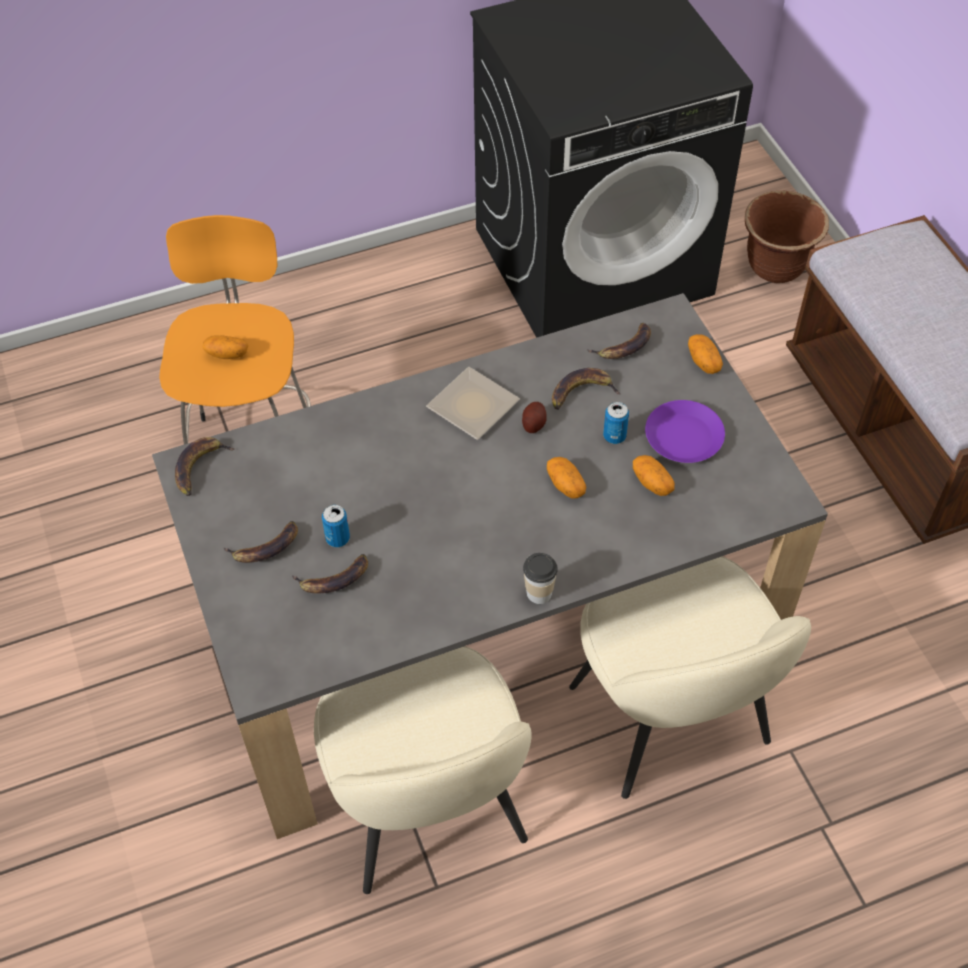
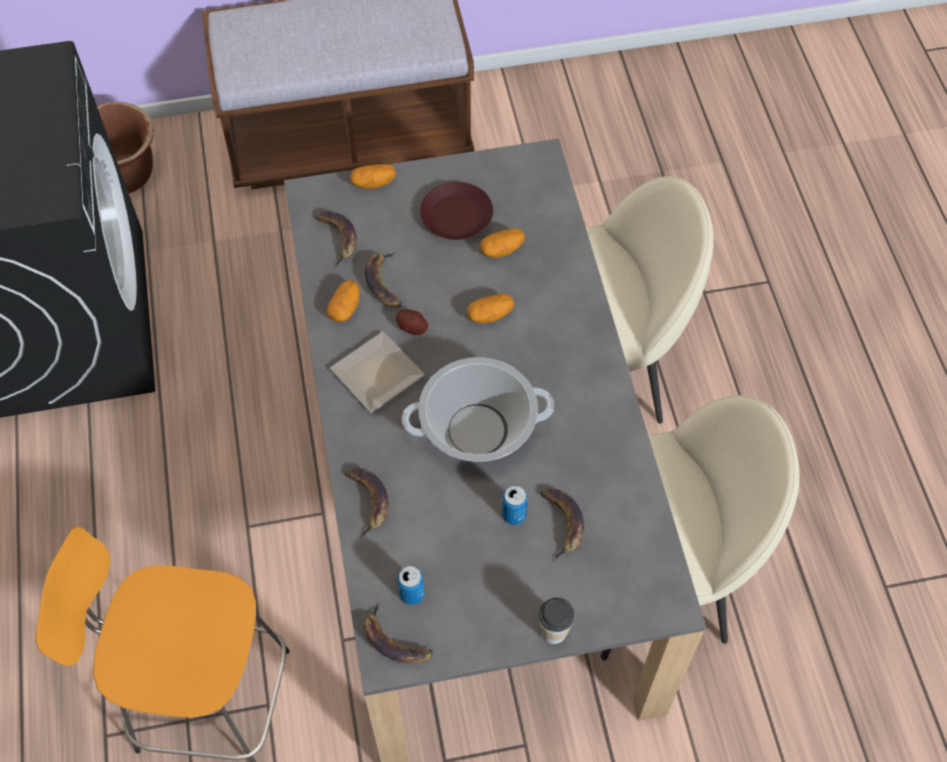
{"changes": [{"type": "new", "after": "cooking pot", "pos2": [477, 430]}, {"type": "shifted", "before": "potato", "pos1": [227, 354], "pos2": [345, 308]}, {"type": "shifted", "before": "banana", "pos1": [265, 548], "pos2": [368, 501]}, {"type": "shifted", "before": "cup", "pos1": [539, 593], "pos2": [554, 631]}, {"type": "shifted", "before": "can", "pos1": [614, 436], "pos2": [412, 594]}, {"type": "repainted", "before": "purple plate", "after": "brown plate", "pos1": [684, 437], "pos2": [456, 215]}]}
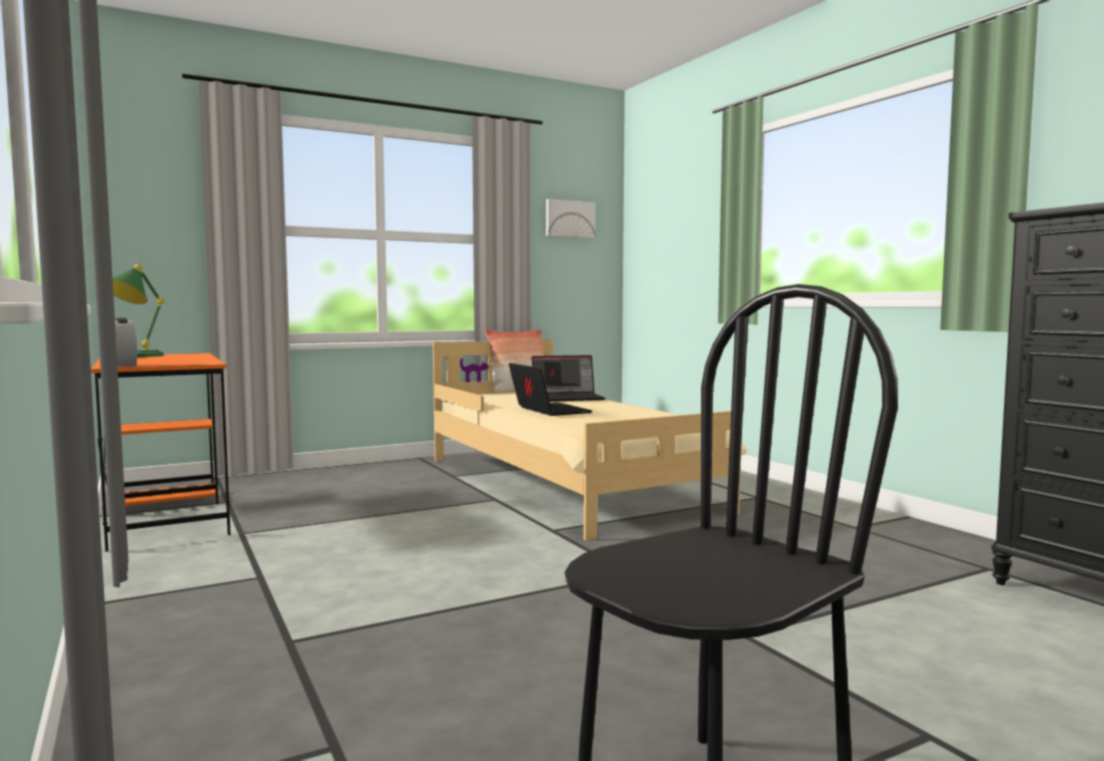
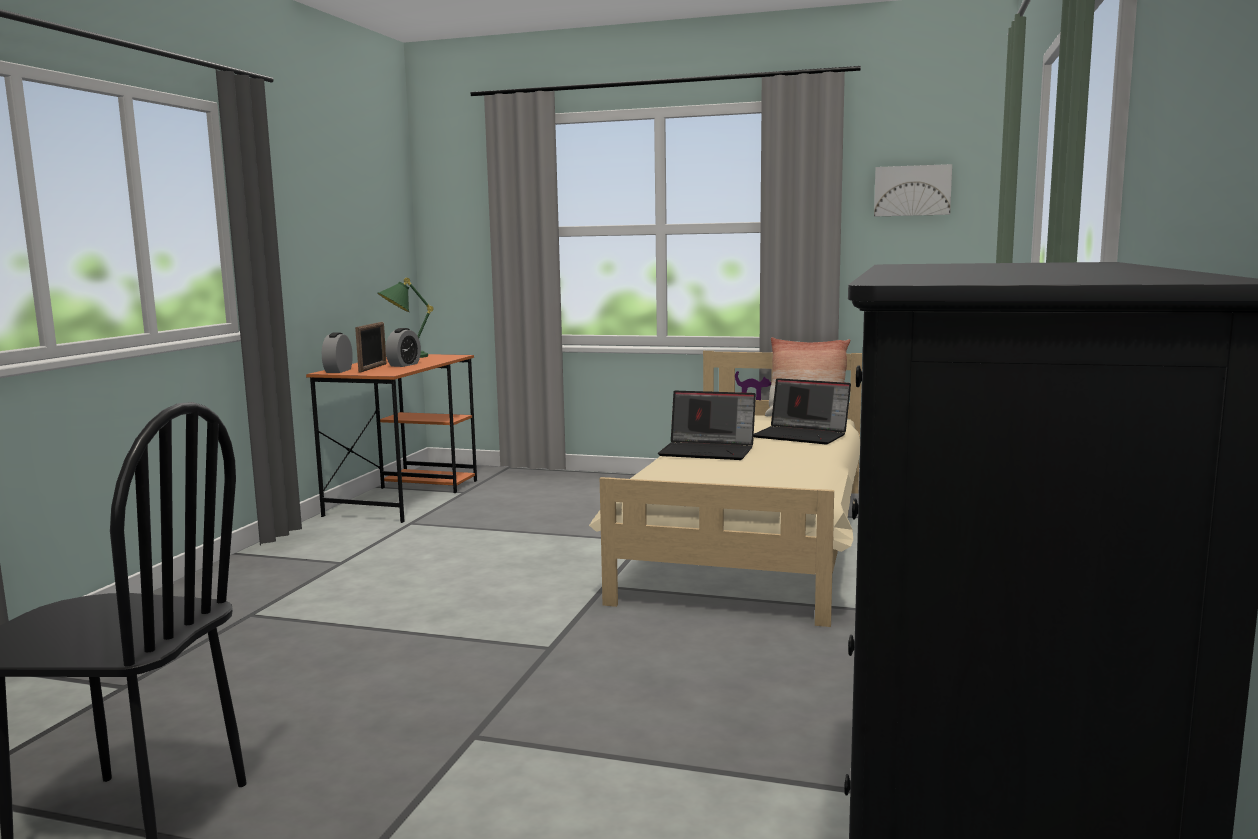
{"changes": [{"type": "new", "after": "picture frame", "pos2": [373, 368]}, {"type": "new", "after": "alarm clock", "pos2": [404, 365]}, {"type": "rotated", "before": "laptop", "pos1": [548, 411], "pos2": [708, 451], "turn": 90}]}
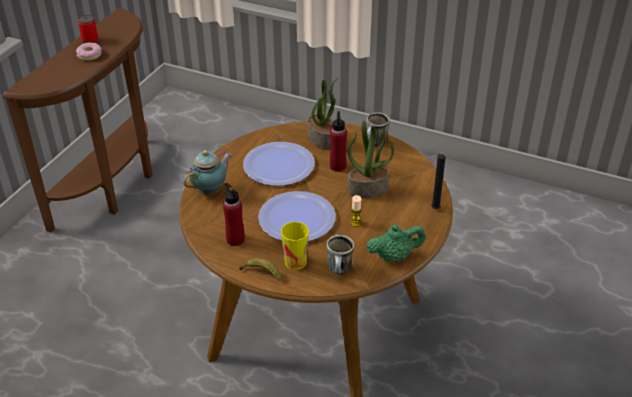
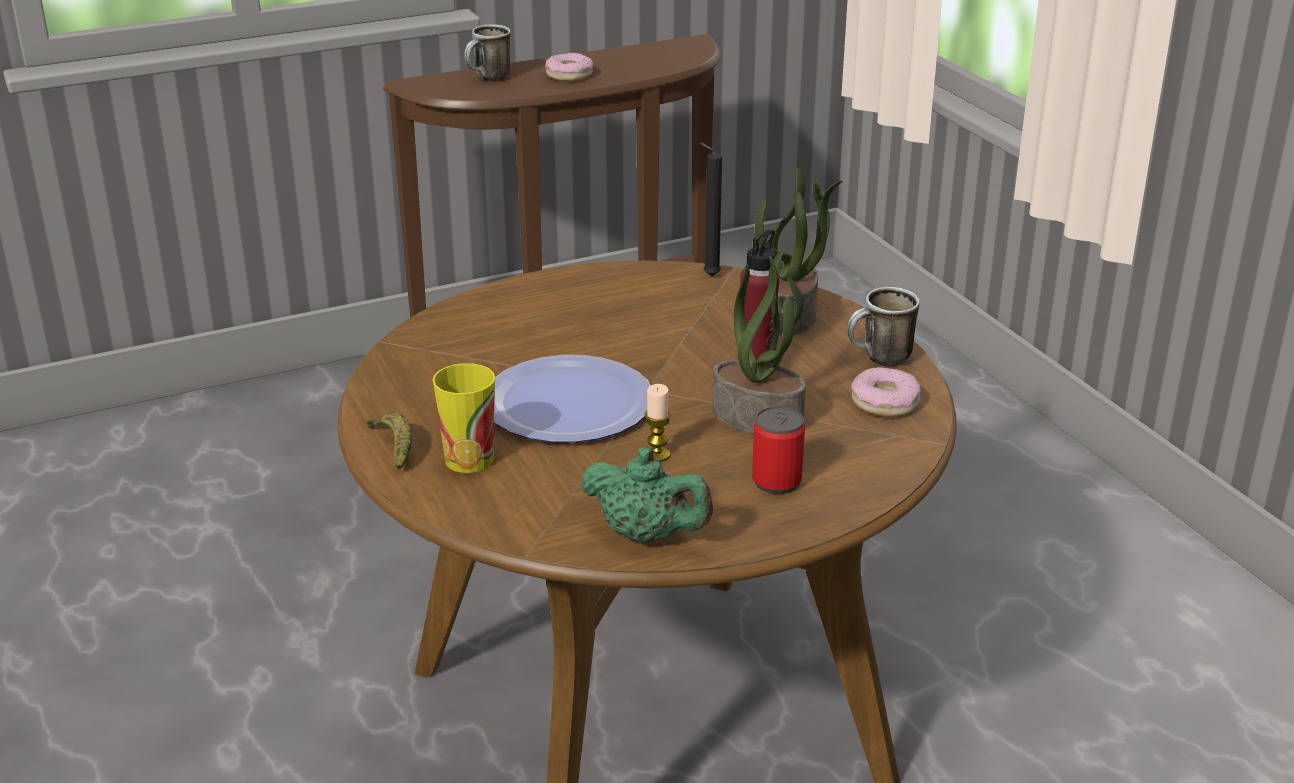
{"changes": [{"type": "gone", "before": "teapot", "pos1": [211, 191]}, {"type": "gone", "before": "red bottle", "pos1": [235, 239]}, {"type": "gone", "before": "plate", "pos1": [279, 165]}, {"type": "new", "after": "donut", "pos2": [885, 402]}, {"type": "shifted", "before": "can", "pos1": [90, 40], "pos2": [776, 482]}, {"type": "shifted", "before": "mug", "pos1": [340, 271], "pos2": [489, 79]}, {"type": "shifted", "before": "black candle", "pos1": [434, 209], "pos2": [708, 276]}]}
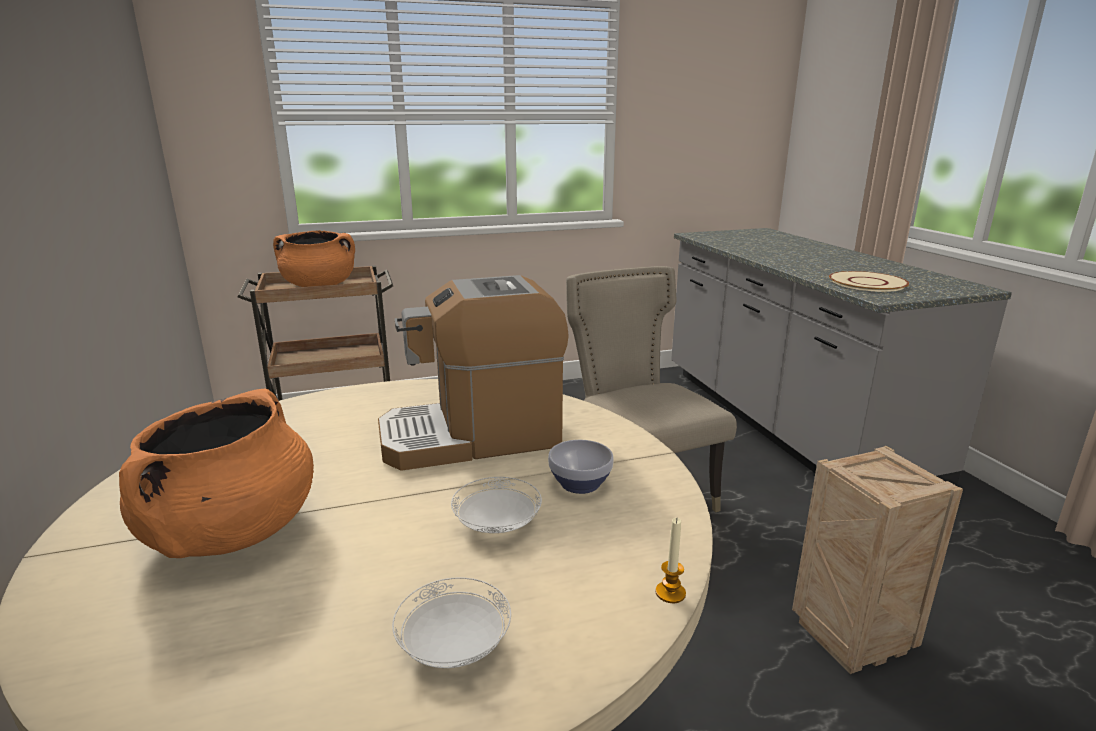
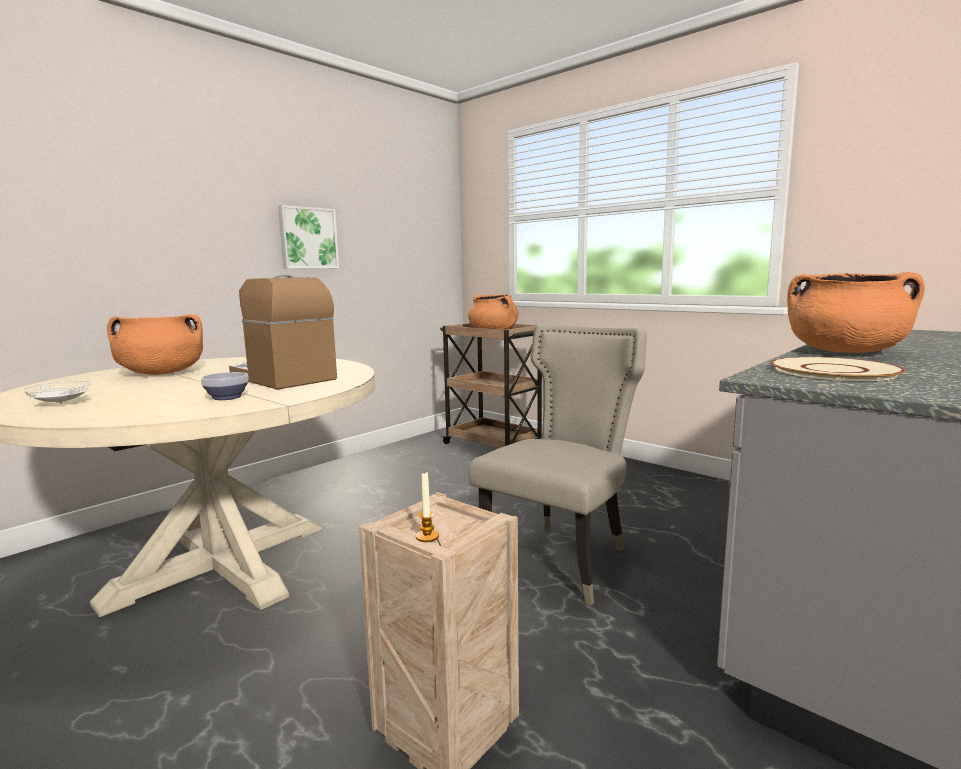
{"changes": [{"type": "gone", "before": "white plate", "pos1": [497, 526]}, {"type": "new", "after": "picture", "pos2": [307, 238]}, {"type": "new", "after": "orange cooking pot", "pos2": [845, 352]}, {"type": "shifted", "before": "candle", "pos1": [670, 593], "pos2": [427, 536]}]}
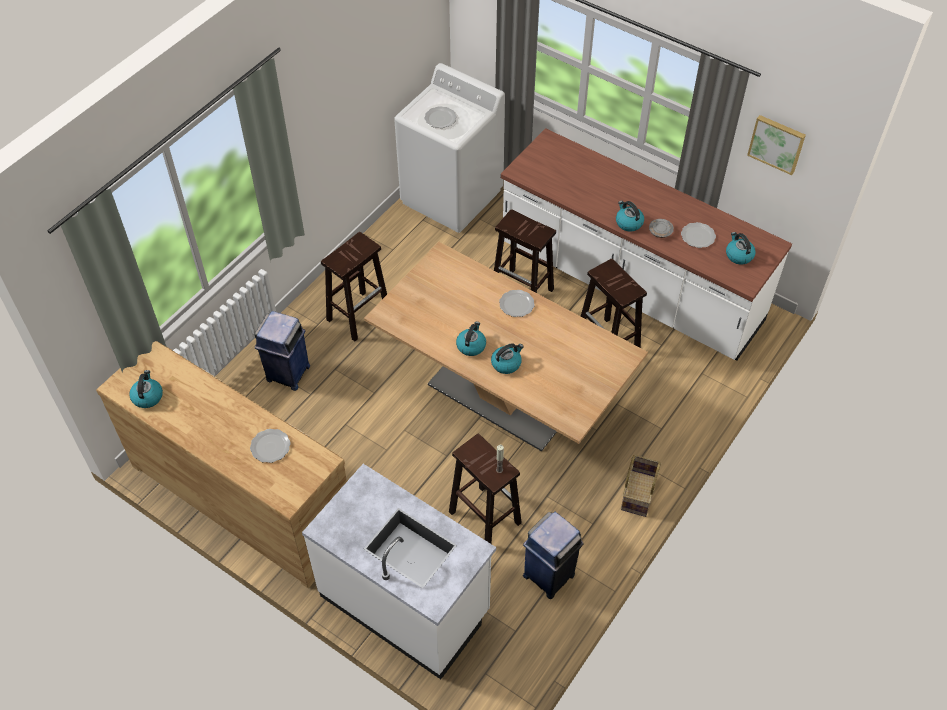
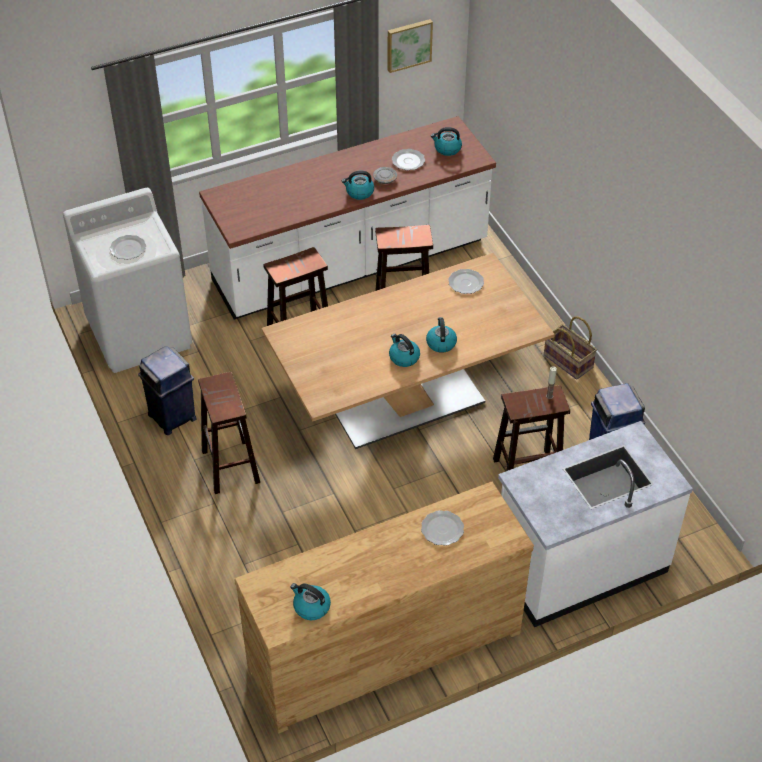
{"changes": [{"type": "shifted", "before": "blue trash can", "pos1": [287, 374], "pos2": [172, 417]}, {"type": "shifted", "before": "plate", "pos1": [516, 305], "pos2": [466, 283]}]}
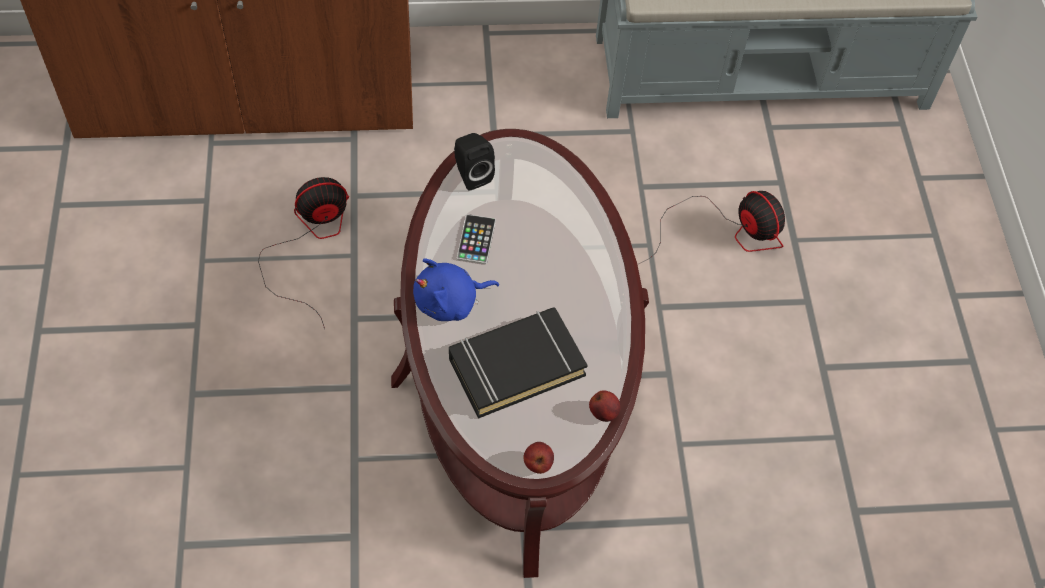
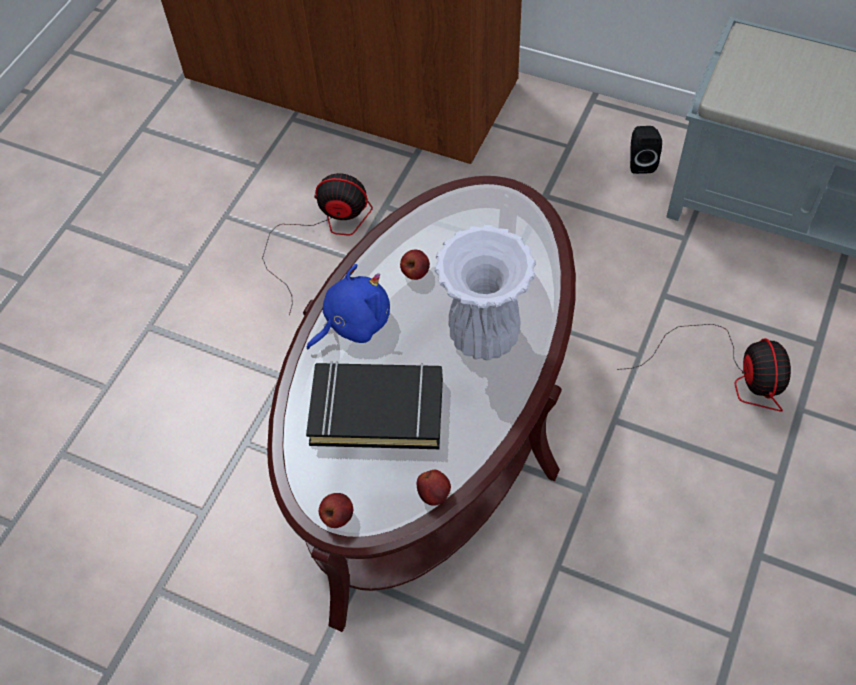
{"changes": [{"type": "new", "after": "white vase", "pos2": [483, 336]}, {"type": "shifted", "before": "black speaker", "pos1": [471, 174], "pos2": [640, 162]}, {"type": "swapped", "before": "phone", "after": "apple", "pos1": [476, 240], "pos2": [415, 273]}, {"type": "rotated", "before": "blue plush toy", "pos1": [450, 302], "pos2": [353, 323], "turn": 135}]}
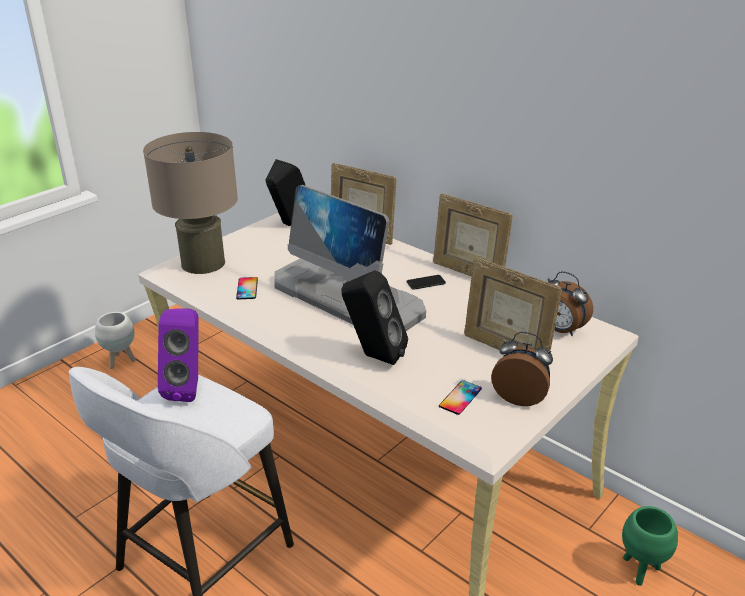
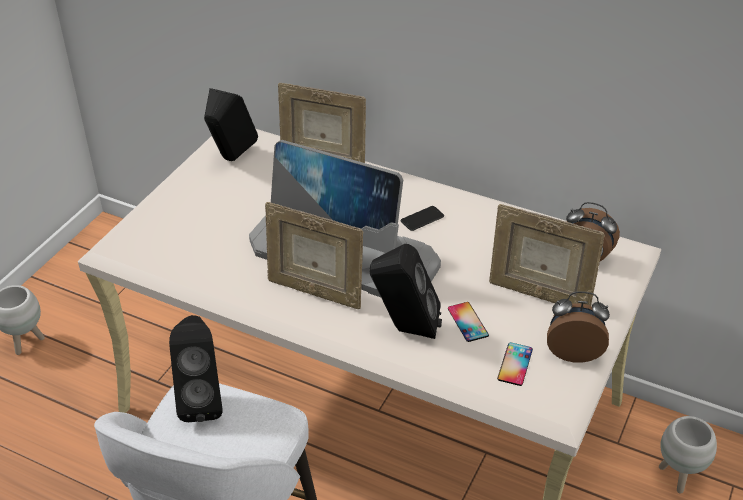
{"changes": [{"type": "gone", "before": "beige table lamp", "pos1": [203, 263]}, {"type": "shifted", "before": "phone", "pos1": [247, 288], "pos2": [467, 322]}, {"type": "shifted", "before": "picture frame", "pos1": [468, 273], "pos2": [315, 291]}, {"type": "repainted", "before": "purple speaker", "after": "black speaker", "pos1": [189, 388], "pos2": [202, 400]}, {"type": "repainted", "before": "green planter", "after": "white planter", "pos1": [641, 570], "pos2": [678, 477]}]}
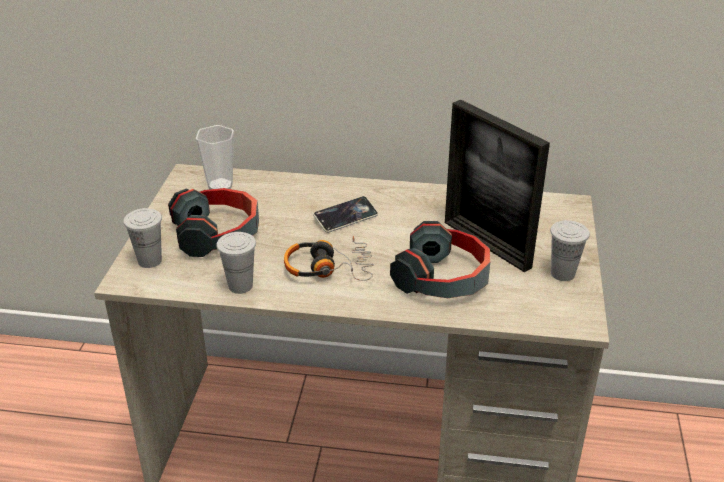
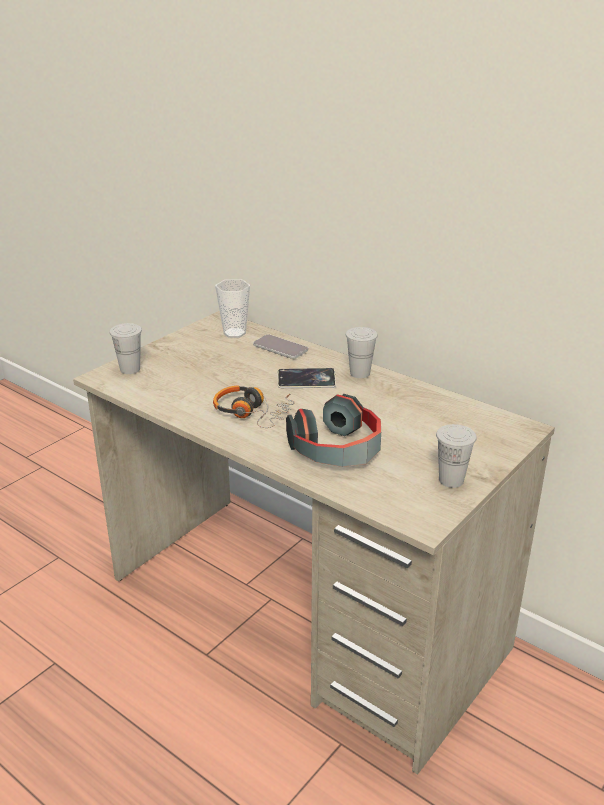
{"changes": [{"type": "gone", "before": "headphones", "pos1": [218, 234]}, {"type": "gone", "before": "picture frame", "pos1": [486, 244]}, {"type": "new", "after": "phone", "pos2": [280, 348]}, {"type": "shifted", "before": "white cup", "pos1": [240, 286], "pos2": [360, 373]}]}
